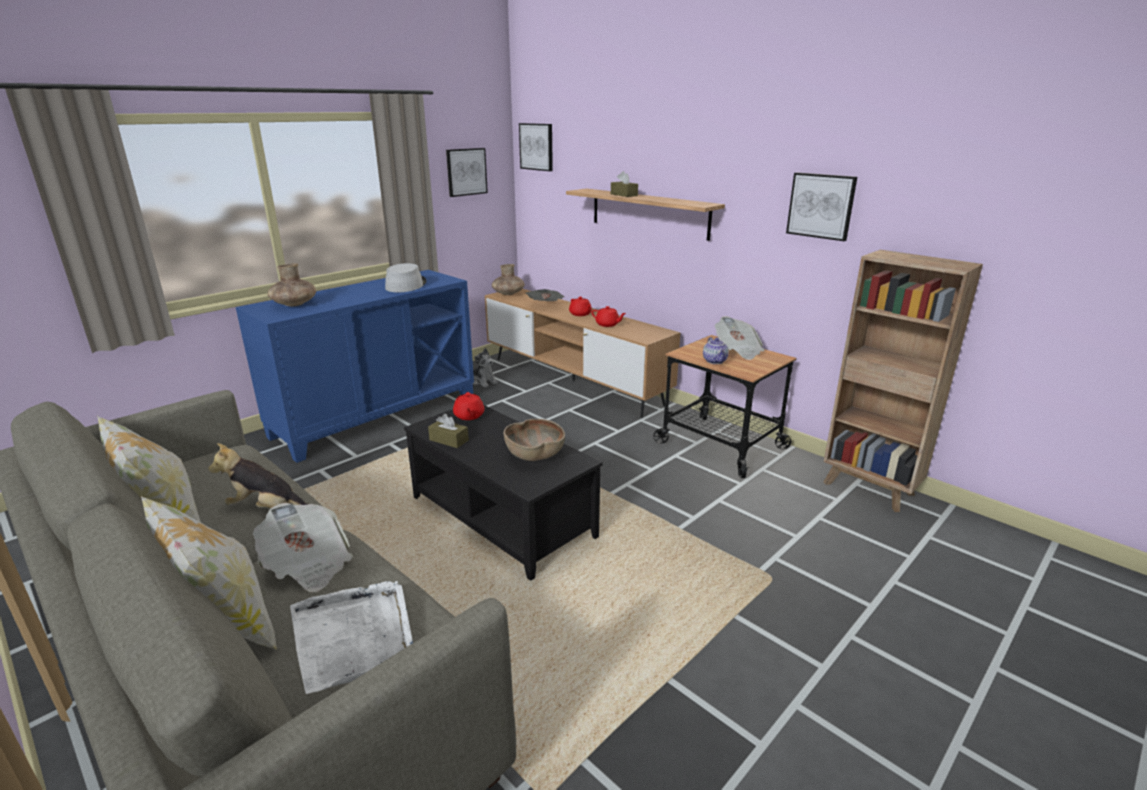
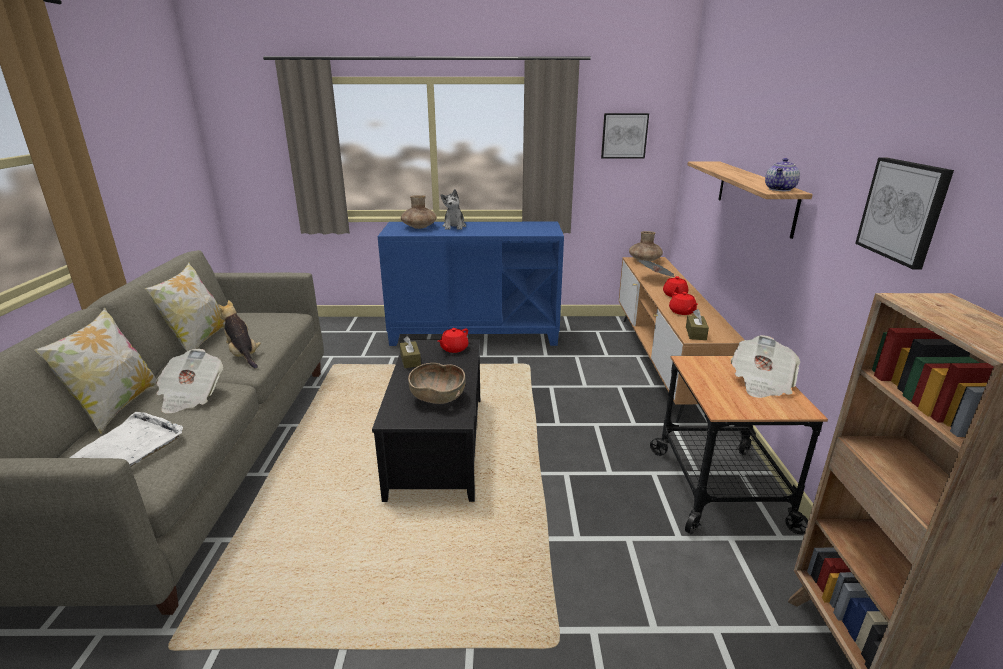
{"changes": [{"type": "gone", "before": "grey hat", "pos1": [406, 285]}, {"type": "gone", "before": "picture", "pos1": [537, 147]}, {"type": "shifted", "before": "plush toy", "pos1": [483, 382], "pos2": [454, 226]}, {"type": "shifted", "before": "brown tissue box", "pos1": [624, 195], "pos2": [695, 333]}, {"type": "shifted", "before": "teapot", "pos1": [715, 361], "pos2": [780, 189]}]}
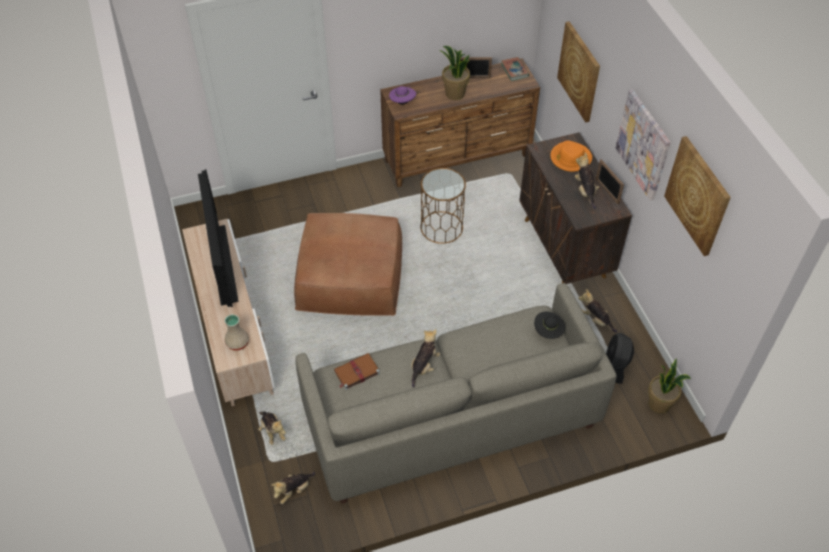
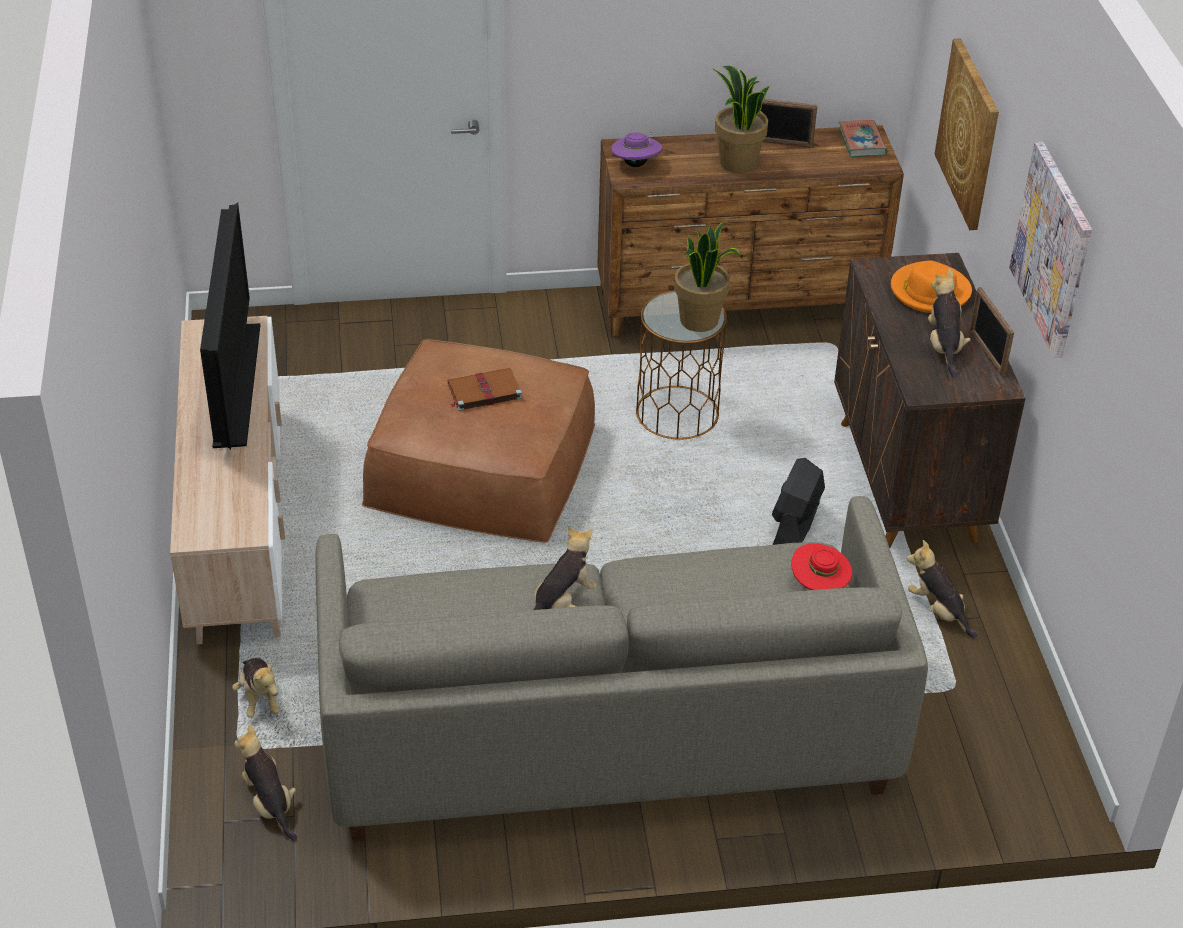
{"changes": [{"type": "gone", "before": "beige vase", "pos1": [237, 343]}, {"type": "gone", "before": "picture", "pos1": [697, 196]}, {"type": "shifted", "before": "brown book", "pos1": [356, 372], "pos2": [483, 392]}, {"type": "shifted", "before": "black fan", "pos1": [616, 365], "pos2": [795, 526]}, {"type": "shifted", "before": "potted plant", "pos1": [659, 404], "pos2": [700, 321]}, {"type": "repainted", "before": "black hat", "after": "red hat", "pos1": [548, 332], "pos2": [819, 585]}, {"type": "rotated", "before": "plush toy", "pos1": [294, 490], "pos2": [270, 803], "turn": 90}]}
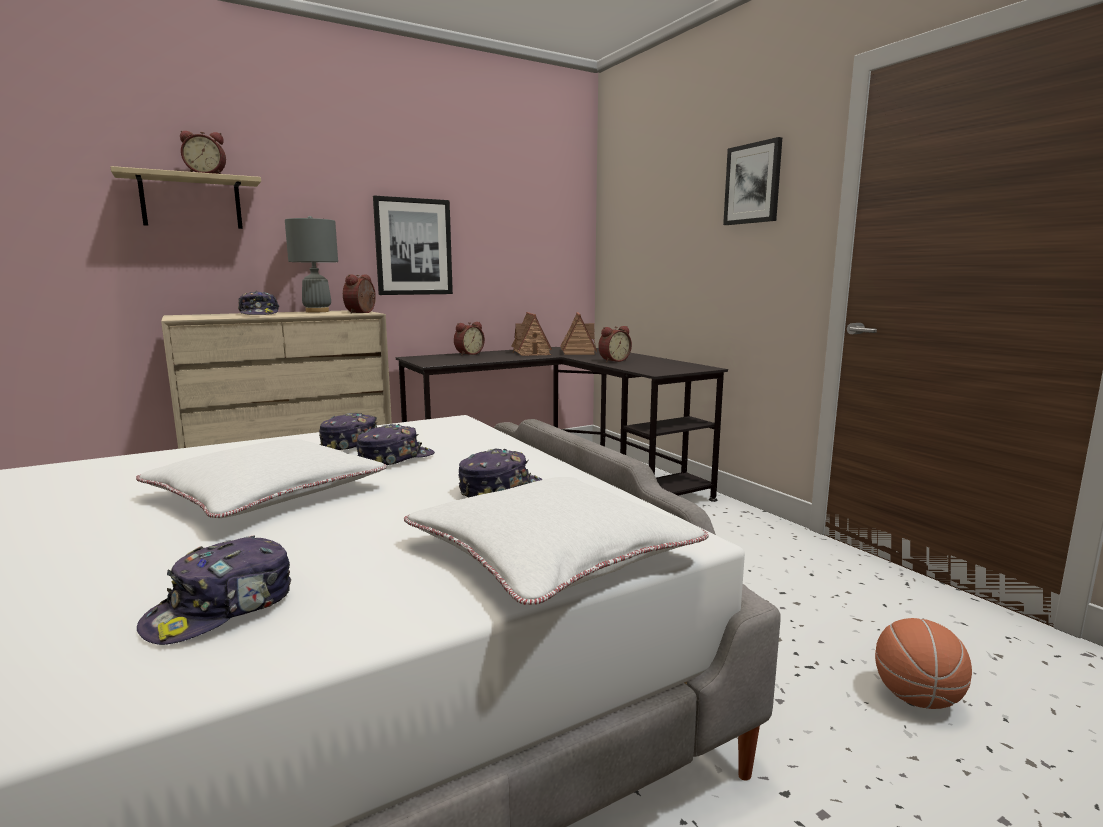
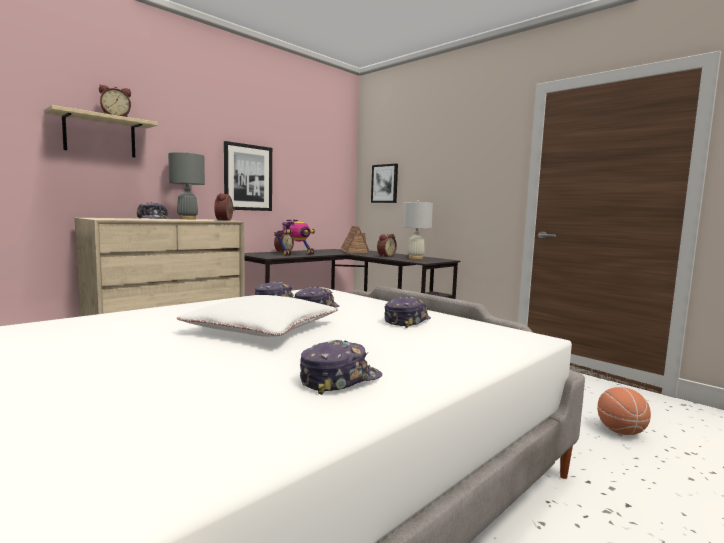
{"changes": [{"type": "gone", "before": "white pillow", "pos1": [551, 552]}, {"type": "gone", "before": "toy house", "pos1": [531, 352]}, {"type": "new", "after": "toy robot", "pos2": [296, 254]}, {"type": "new", "after": "white table lamp", "pos2": [415, 258]}, {"type": "shifted", "before": "picture", "pos1": [753, 183], "pos2": [385, 183]}, {"type": "rotated", "before": "cap", "pos1": [223, 609], "pos2": [340, 379], "turn": -150}]}
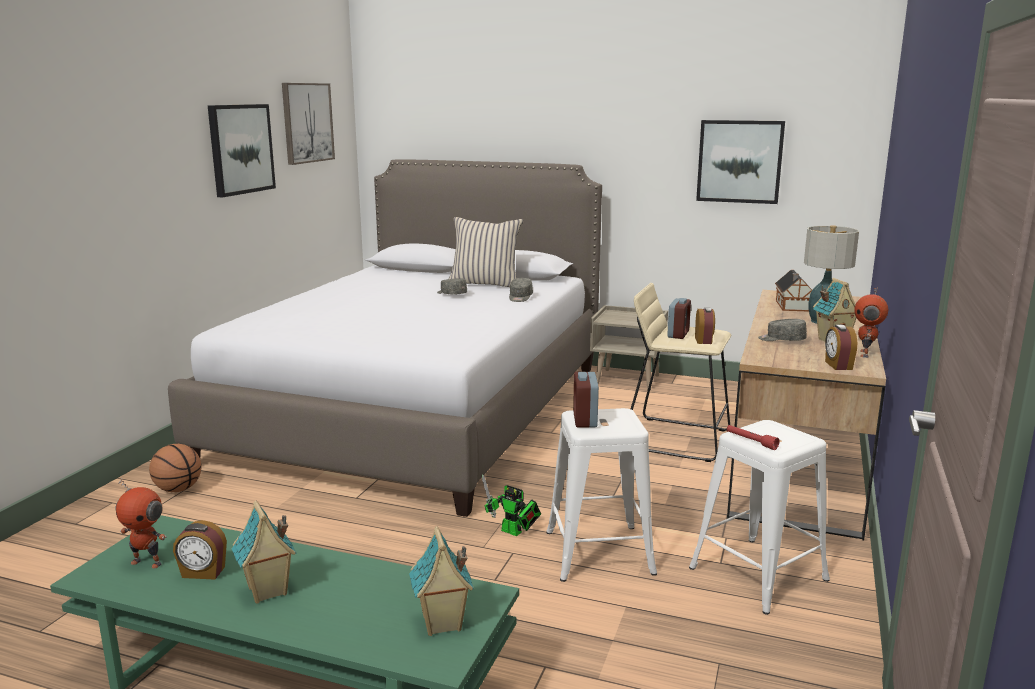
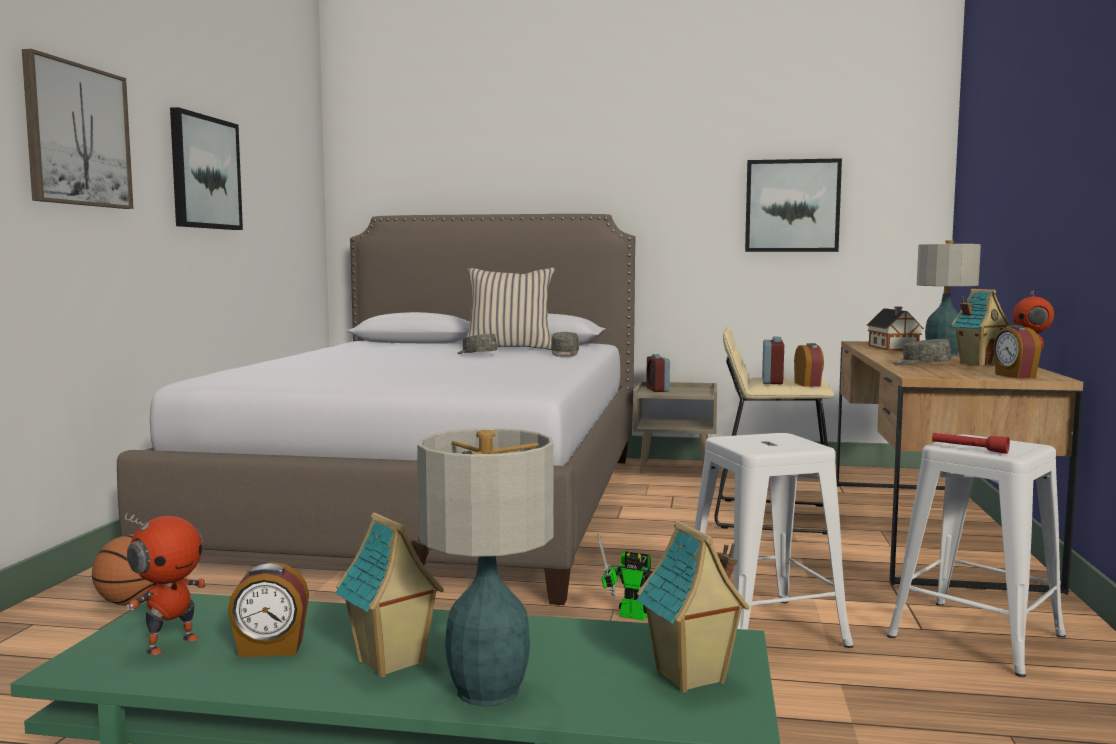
{"changes": [{"type": "new", "after": "table lamp", "pos2": [488, 692]}, {"type": "shifted", "before": "picture", "pos1": [307, 123], "pos2": [77, 135]}, {"type": "shifted", "before": "alarm clock", "pos1": [585, 420], "pos2": [657, 390]}, {"type": "rotated", "before": "toy robot", "pos1": [147, 562], "pos2": [171, 644], "turn": -60}]}
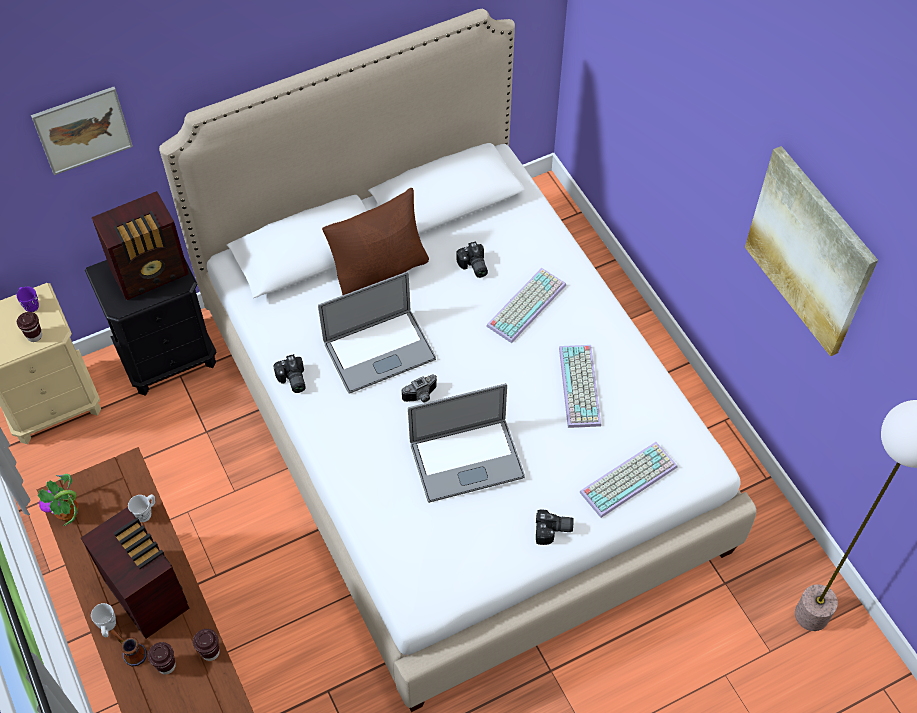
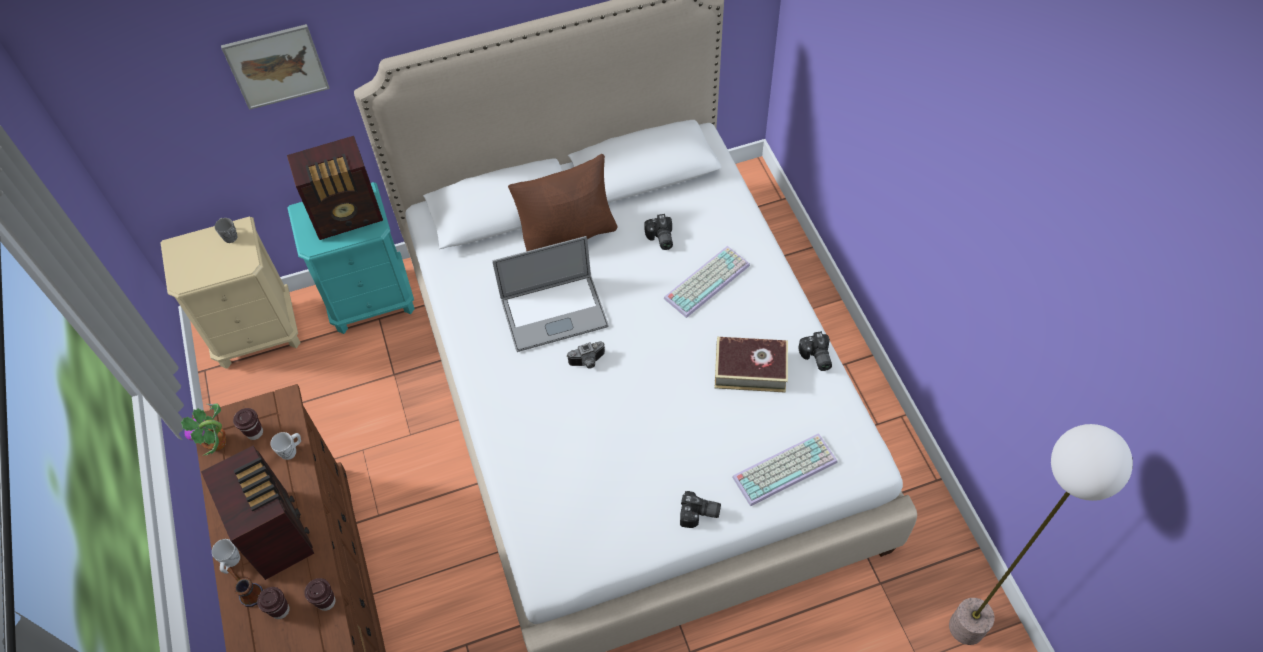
{"changes": [{"type": "gone", "before": "laptop", "pos1": [466, 460]}, {"type": "gone", "before": "picture", "pos1": [810, 251]}, {"type": "shifted", "before": "brown cup", "pos1": [34, 336], "pos2": [255, 432]}, {"type": "shifted", "before": "photo camera", "pos1": [292, 380], "pos2": [815, 357]}, {"type": "swapped", "before": "keyboard", "after": "book", "pos1": [581, 387], "pos2": [750, 369]}, {"type": "repainted", "before": "purple mug", "after": "grey mug", "pos1": [30, 304], "pos2": [229, 235]}, {"type": "repainted", "before": "black nightstand", "after": "turquoise nightstand", "pos1": [168, 357], "pos2": [371, 300]}]}
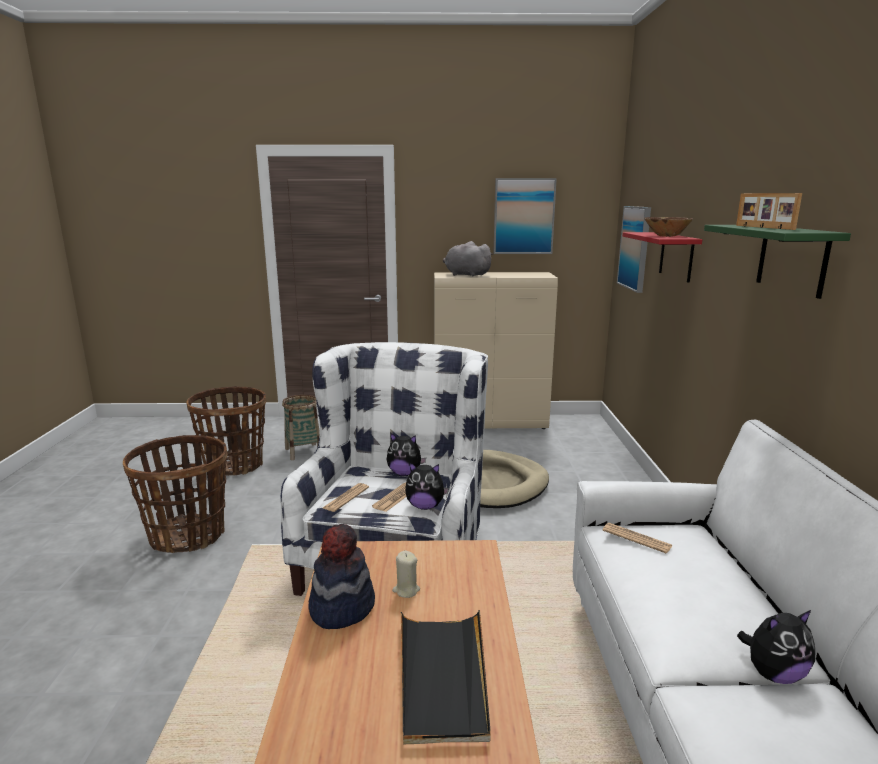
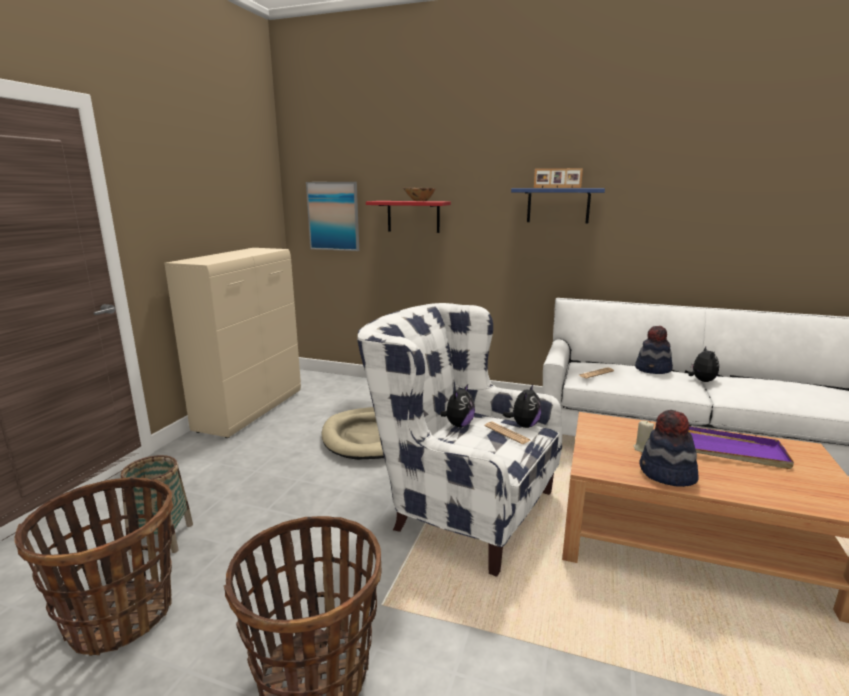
{"changes": [{"type": "gone", "before": "newspaper", "pos1": [346, 498]}, {"type": "gone", "before": "grey plush toy", "pos1": [465, 275]}, {"type": "gone", "before": "picture", "pos1": [523, 216]}, {"type": "new", "after": "hat", "pos2": [653, 369]}, {"type": "repainted", "before": "black tray", "after": "purple tray", "pos1": [443, 677], "pos2": [730, 450]}, {"type": "repainted", "before": "green shelf", "after": "blue shelf", "pos1": [792, 259], "pos2": [558, 205]}]}
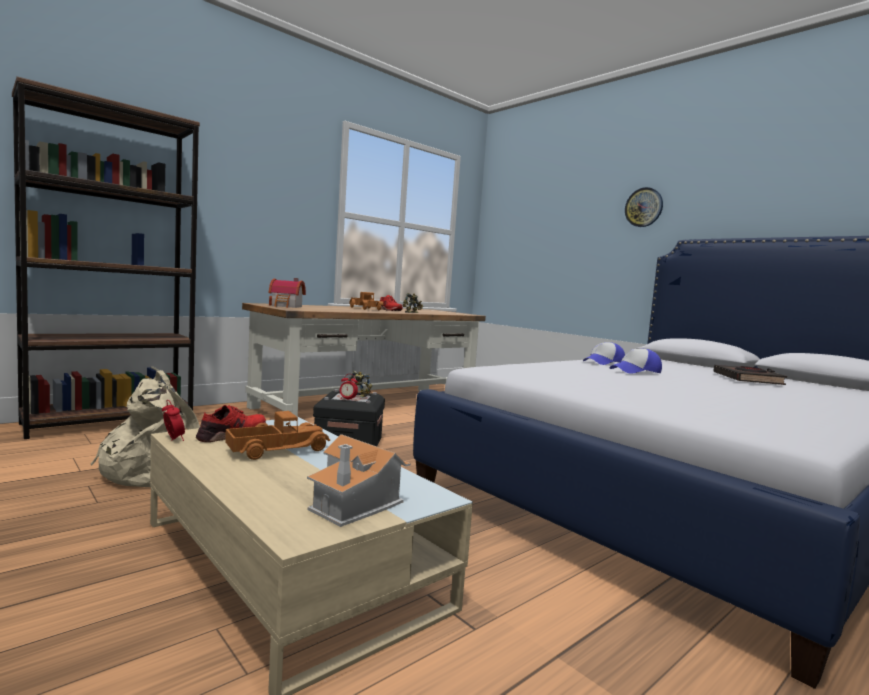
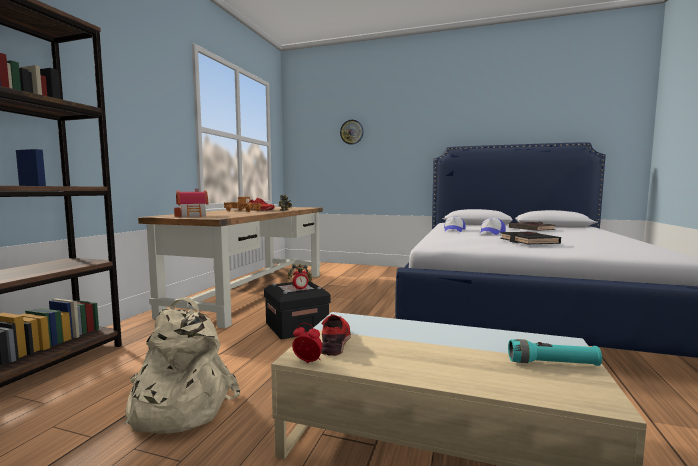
{"changes": [{"type": "gone", "before": "toy truck", "pos1": [277, 449]}, {"type": "new", "after": "black book", "pos2": [528, 242]}, {"type": "shifted", "before": "wall clock", "pos1": [644, 207], "pos2": [351, 132]}, {"type": "swapped", "before": "toy house", "after": "turquoise flashlight", "pos1": [355, 503], "pos2": [552, 363]}]}
